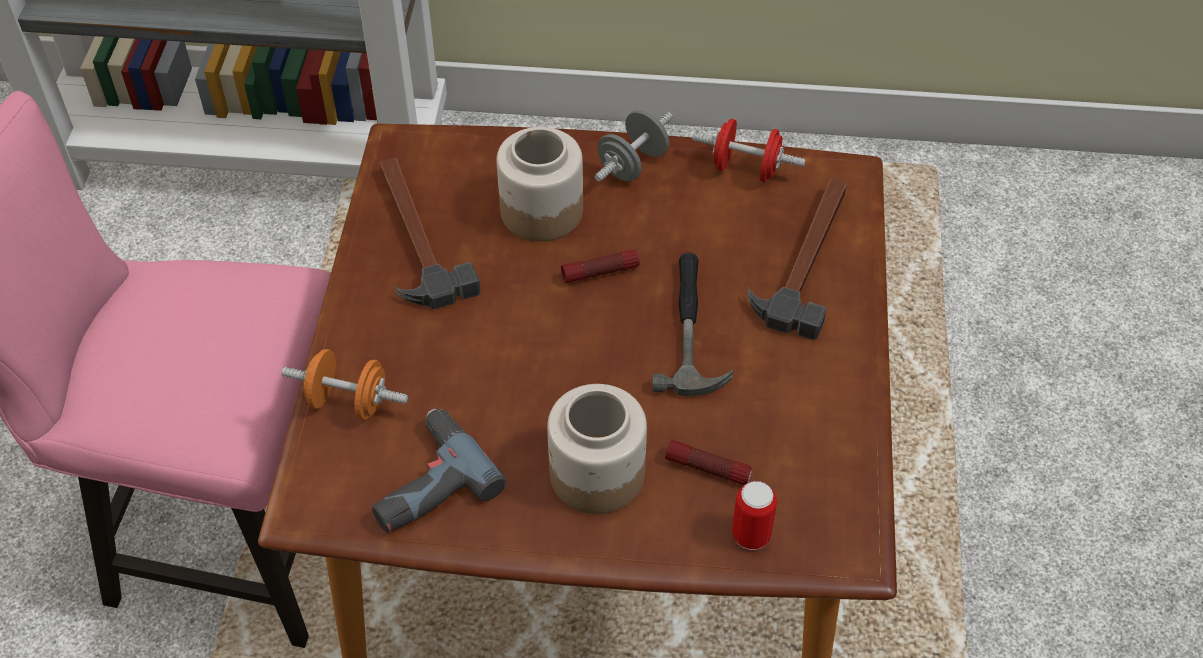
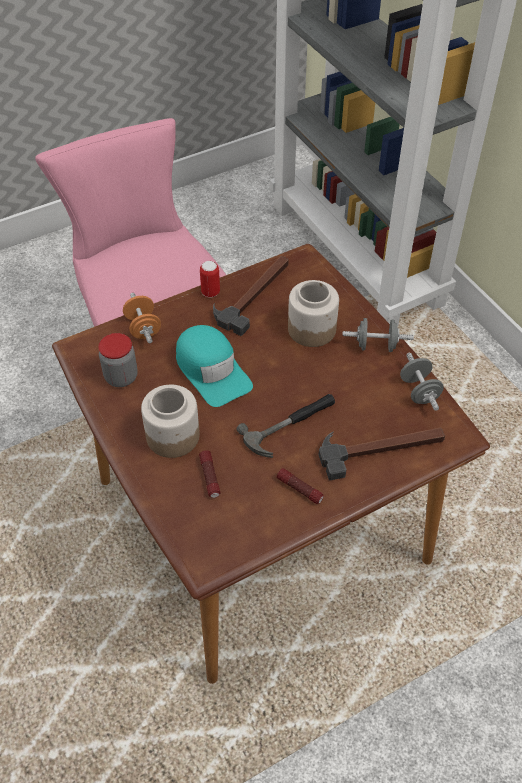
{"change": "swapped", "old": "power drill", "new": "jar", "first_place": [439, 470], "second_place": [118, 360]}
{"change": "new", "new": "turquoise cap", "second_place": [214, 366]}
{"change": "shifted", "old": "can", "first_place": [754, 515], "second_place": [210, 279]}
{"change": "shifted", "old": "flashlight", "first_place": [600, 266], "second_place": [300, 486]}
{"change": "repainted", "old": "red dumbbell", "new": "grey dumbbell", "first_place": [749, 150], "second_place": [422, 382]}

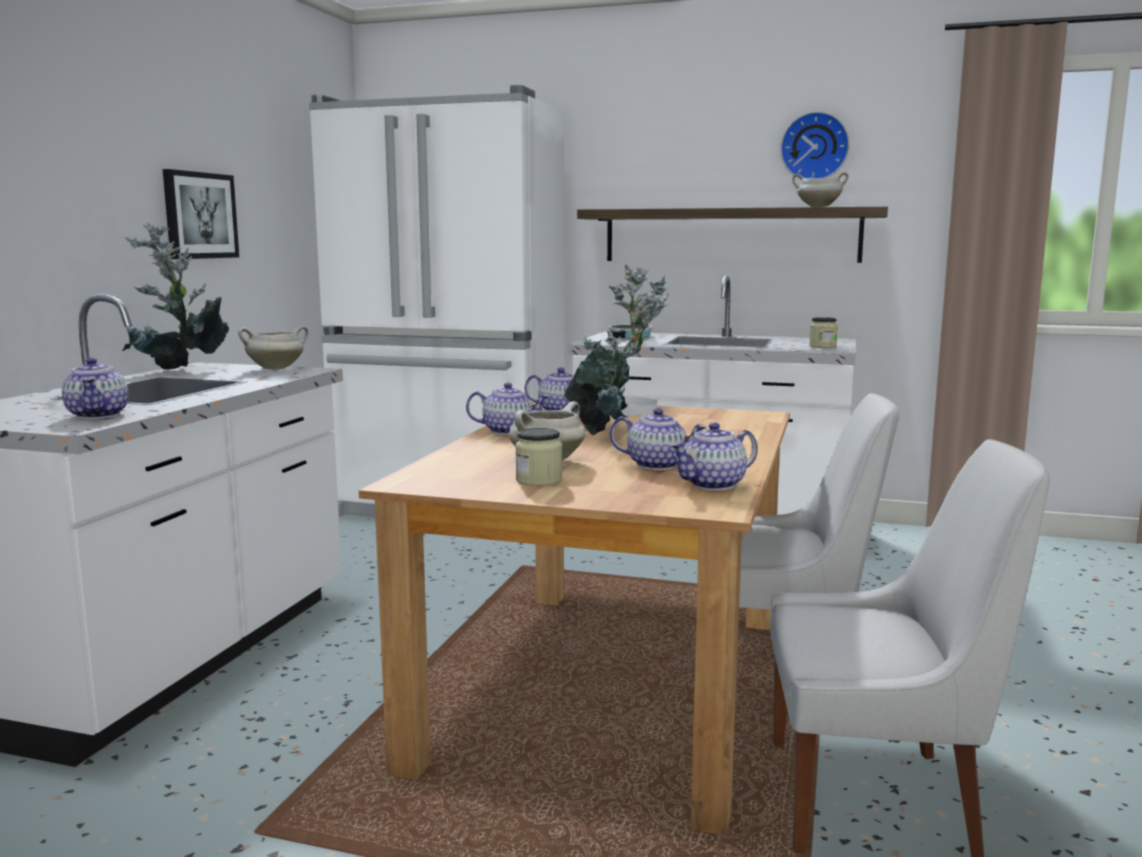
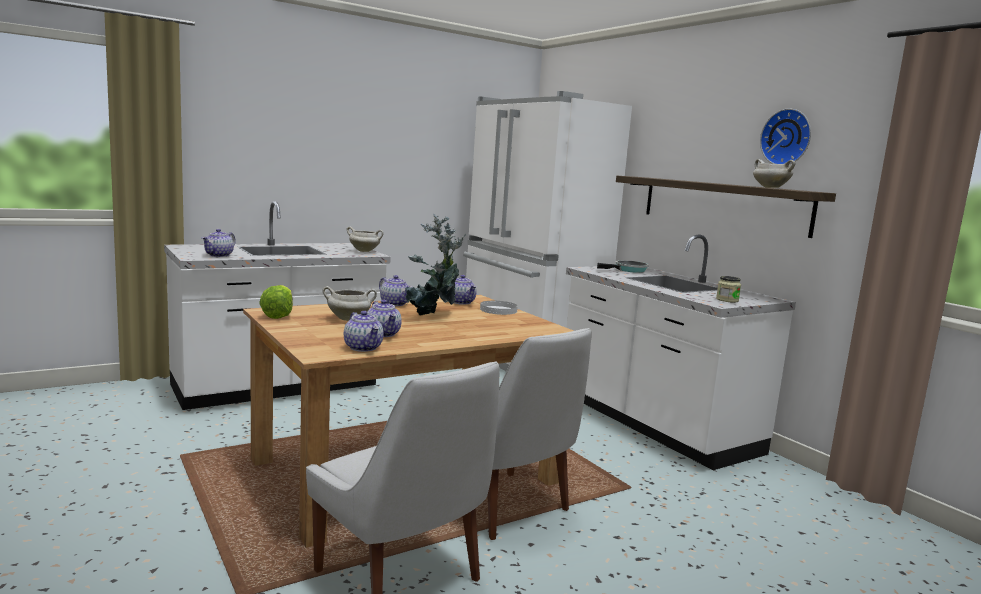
{"change": "new", "new": "lettuce", "second_place": [276, 302]}
{"change": "rotated", "old": "teapot", "first_place": [713, 456], "second_place": [364, 331], "degrees": -135}
{"change": "gone", "old": "potted plant", "first_place": [175, 296]}
{"change": "gone", "old": "picture", "first_place": [201, 214]}
{"change": "gone", "old": "jar", "first_place": [538, 457]}

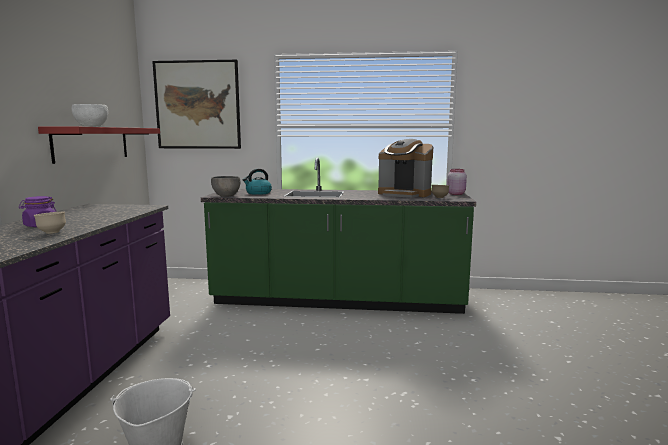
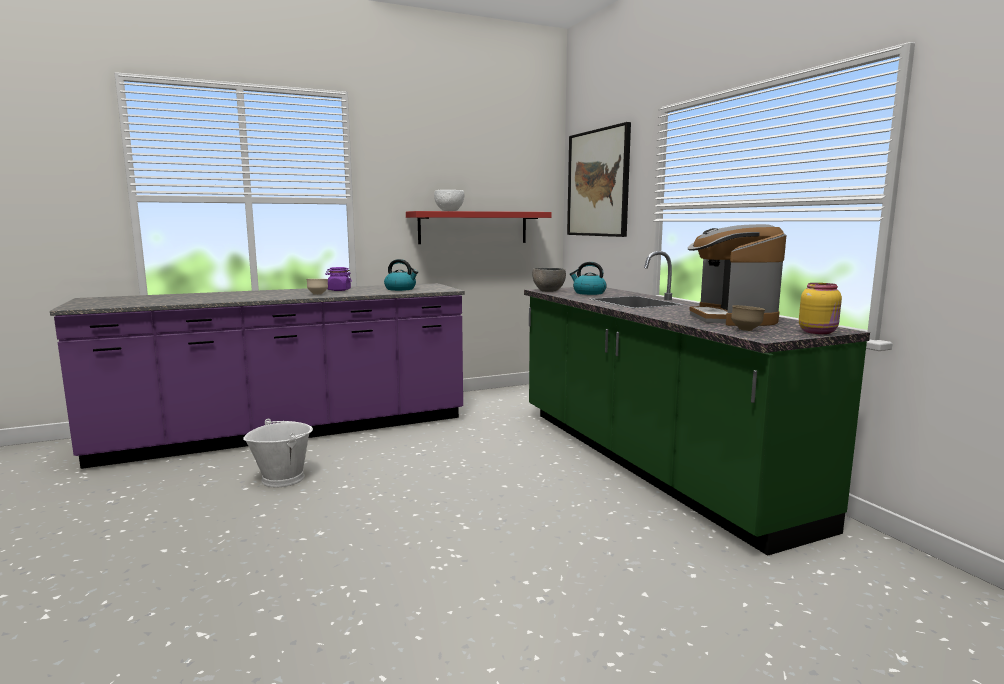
{"change": "new", "new": "kettle", "second_place": [401, 275]}
{"change": "repainted", "old": "pink jar", "new": "yellow jar", "first_place": [457, 182], "second_place": [820, 308]}

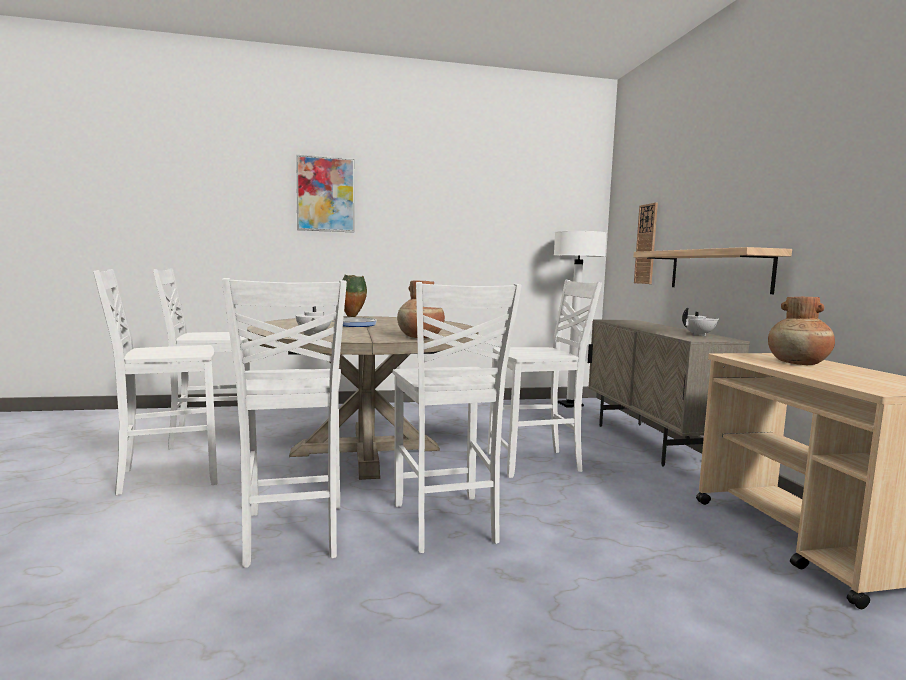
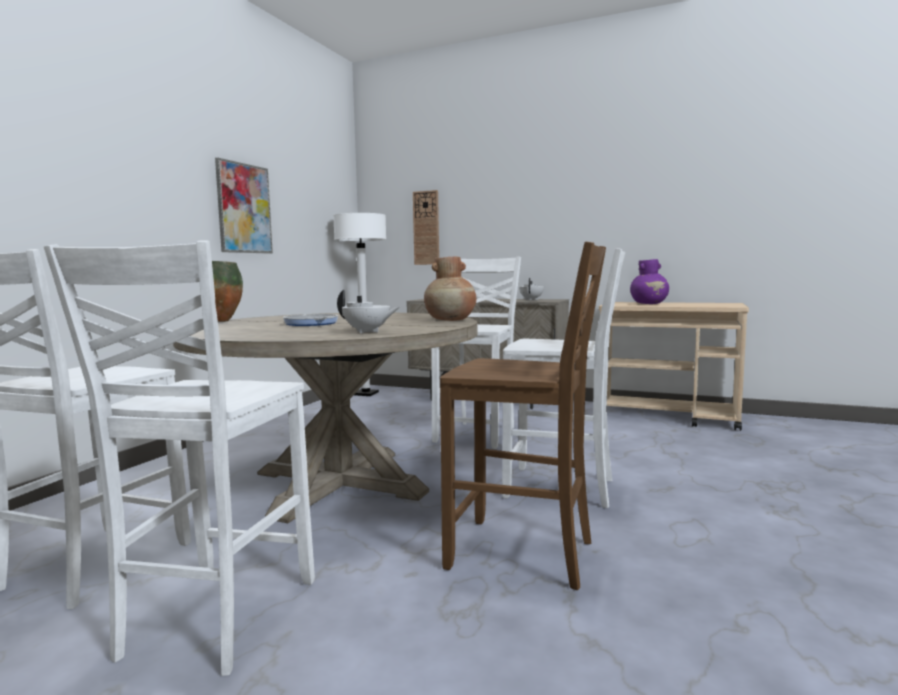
{"change": "shifted", "old": "picture", "first_place": [325, 194], "second_place": [244, 206]}
{"change": "repainted", "old": "white chair", "new": "brown chair", "first_place": [284, 423], "second_place": [523, 416]}
{"change": "repainted", "old": "brown vase", "new": "purple vase", "first_place": [801, 331], "second_place": [649, 281]}
{"change": "gone", "old": "shelf", "first_place": [712, 270]}

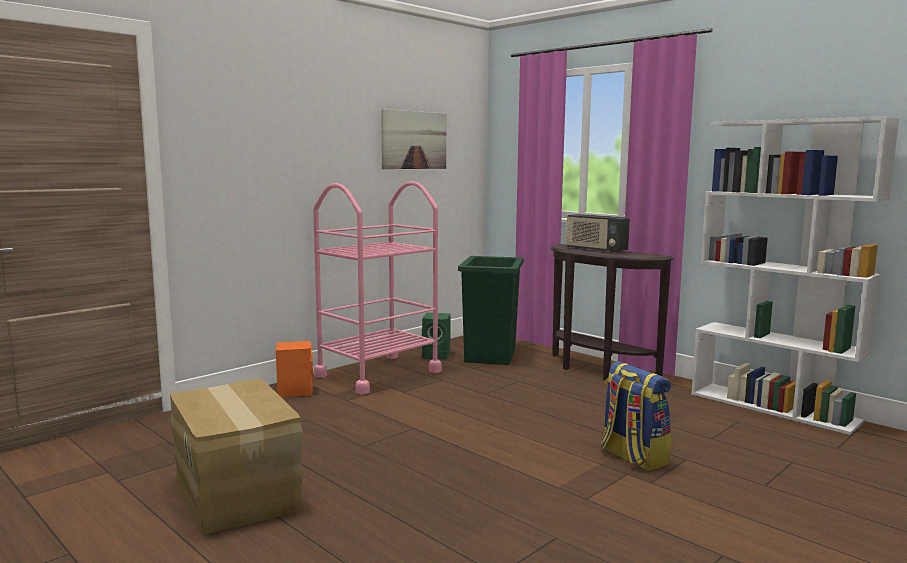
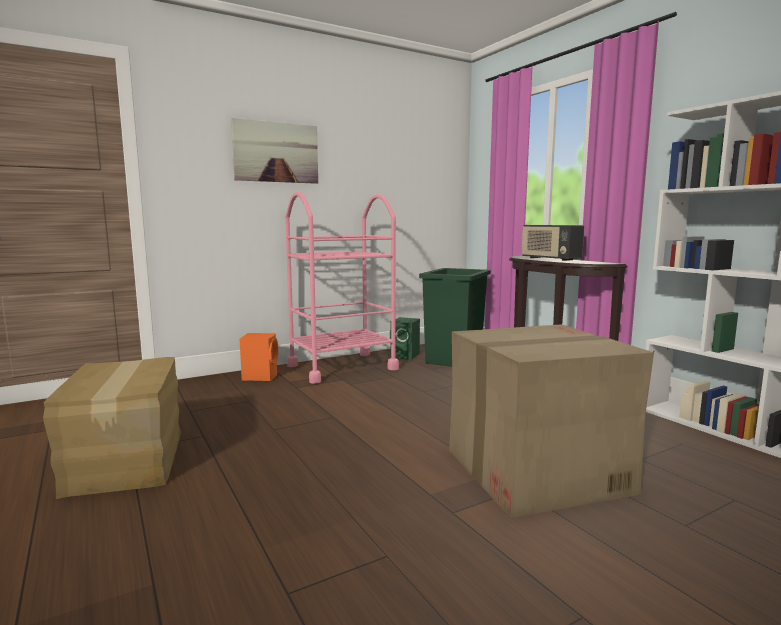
{"change": "shifted", "old": "picture", "first_place": [413, 139], "second_place": [274, 151]}
{"change": "swapped", "old": "backpack", "new": "cardboard box", "first_place": [636, 416], "second_place": [551, 421]}

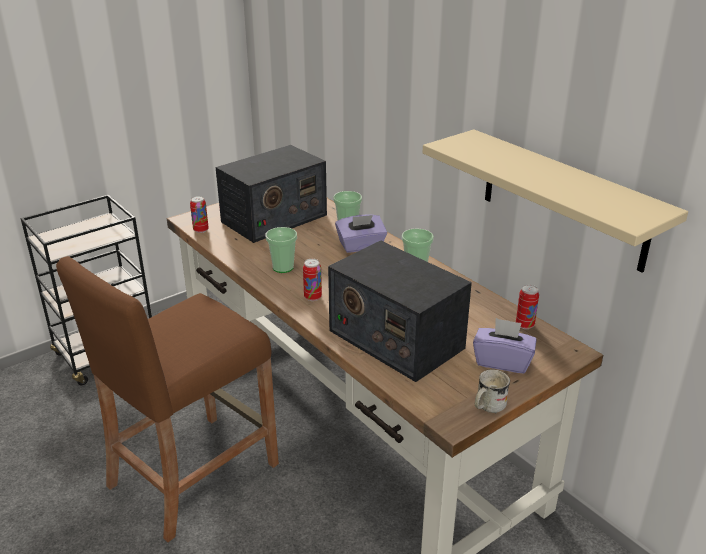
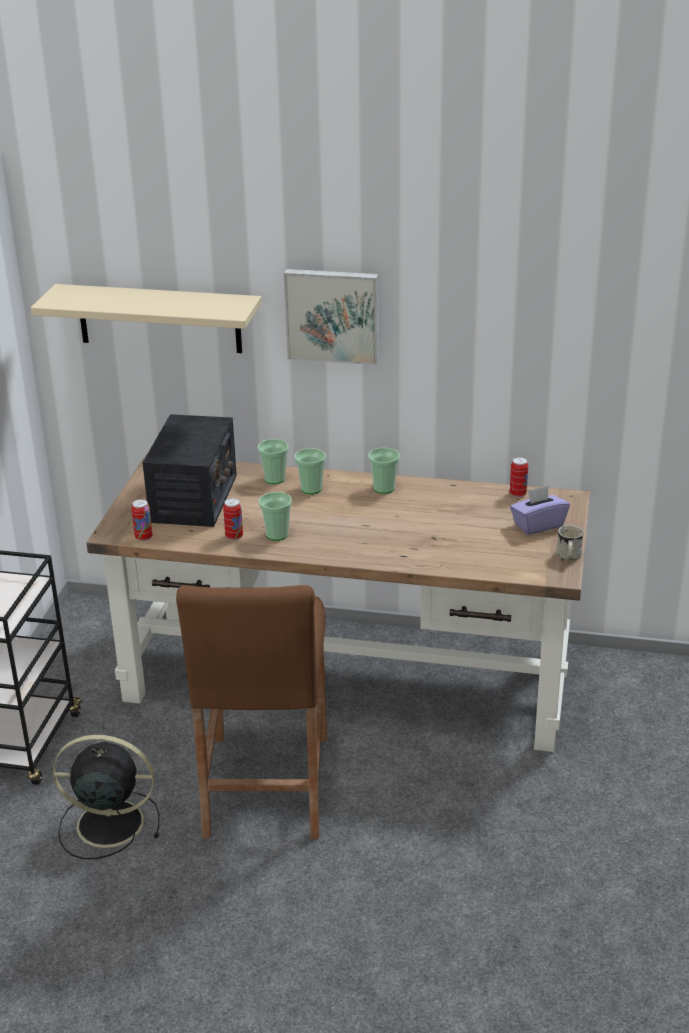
{"change": "shifted", "old": "beige shelf", "first_place": [555, 201], "second_place": [146, 318]}
{"change": "new", "new": "black fan", "second_place": [106, 797]}
{"change": "shifted", "old": "can", "first_place": [312, 280], "second_place": [233, 519]}
{"change": "new", "new": "picture", "second_place": [331, 317]}
{"change": "swapped", "old": "purple tissue box", "new": "cup", "first_place": [361, 233], "second_place": [310, 471]}
{"change": "gone", "old": "radio", "first_place": [400, 311]}

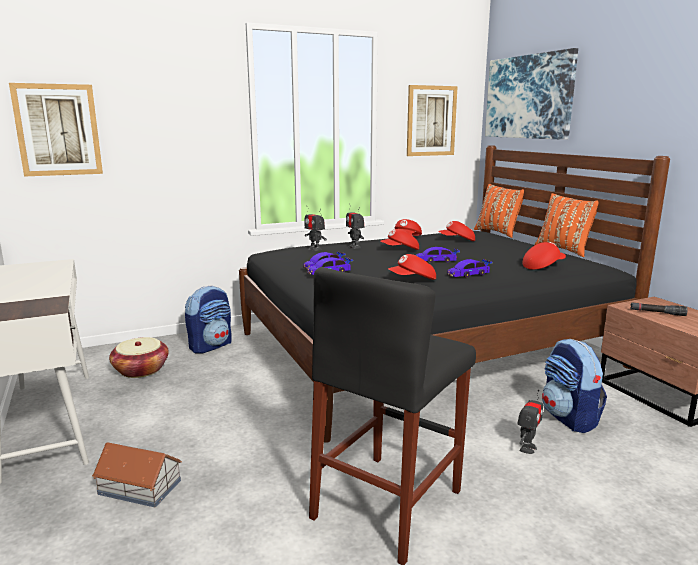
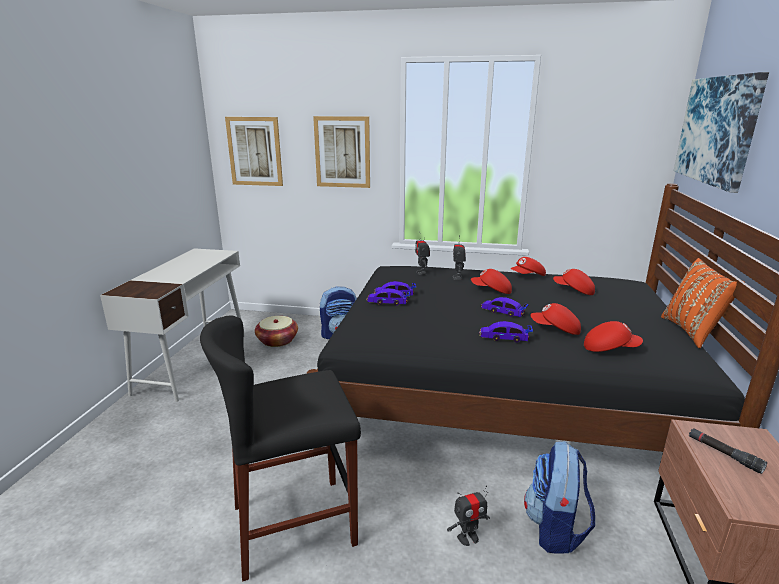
{"change": "shifted", "old": "picture", "first_place": [432, 120], "second_place": [341, 152]}
{"change": "shifted", "old": "red cap", "first_place": [412, 267], "second_place": [555, 319]}
{"change": "gone", "old": "toy house", "first_place": [137, 474]}
{"change": "gone", "old": "orange pillow", "first_place": [499, 211]}

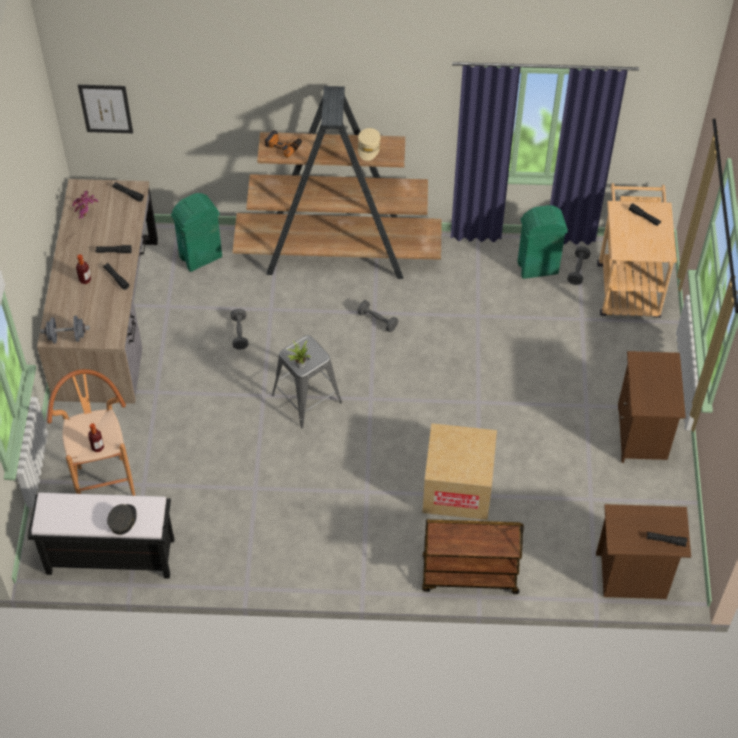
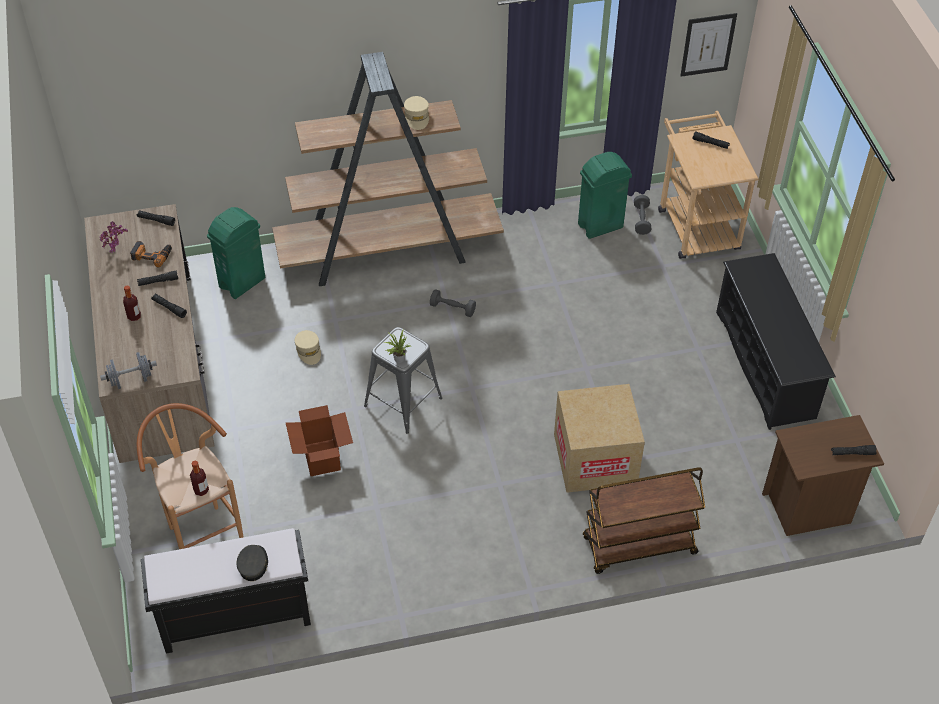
{"change": "shifted", "old": "power drill", "first_place": [283, 144], "second_place": [151, 254]}
{"change": "new", "new": "cardboard box", "second_place": [319, 440]}
{"change": "swapped", "old": "grey dumbbell", "new": "beige cap", "first_place": [239, 329], "second_place": [308, 347]}
{"change": "shifted", "old": "picture", "first_place": [105, 109], "second_place": [708, 45]}
{"change": "swapped", "old": "brown nightstand", "new": "black shoe rack", "first_place": [652, 407], "second_place": [776, 341]}

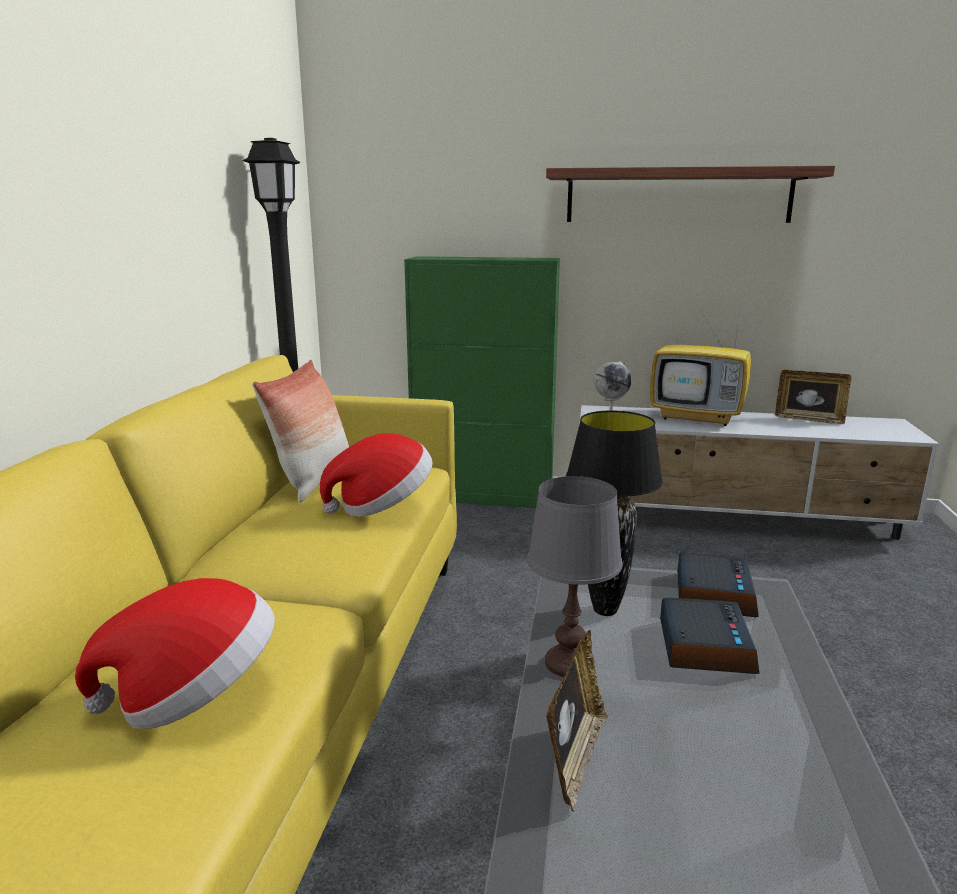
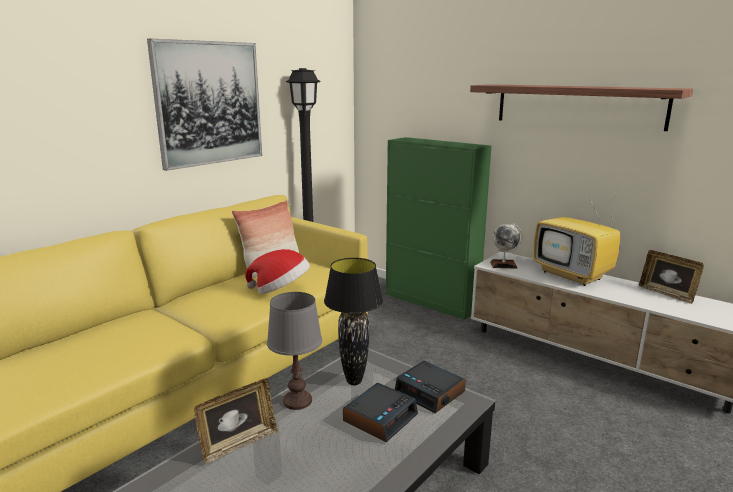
{"change": "new", "new": "picture", "second_place": [204, 105]}
{"change": "rotated", "old": "alarm clock", "first_place": [718, 584], "second_place": [430, 387], "degrees": 90}
{"change": "gone", "old": "hat", "first_place": [175, 653]}

